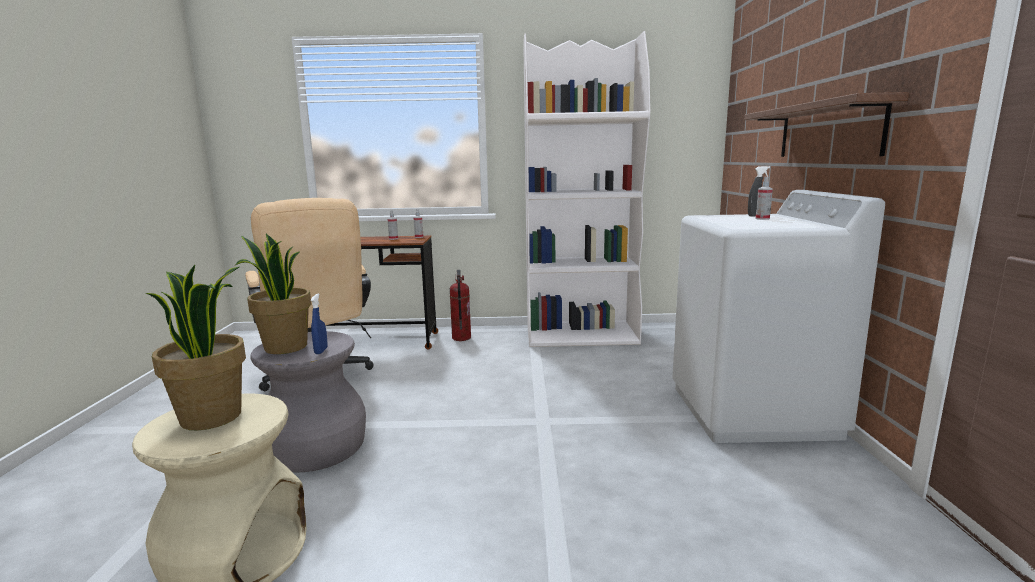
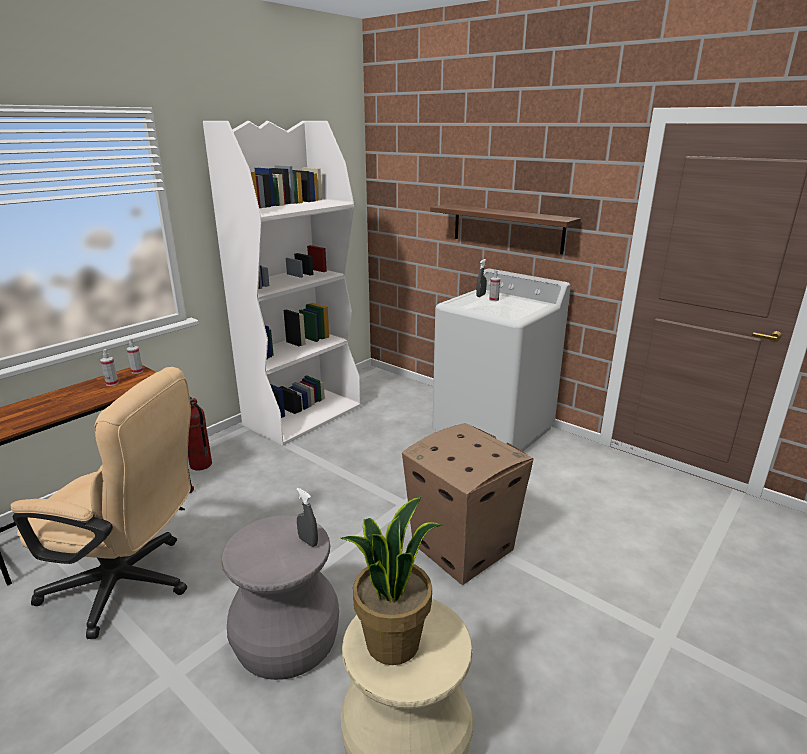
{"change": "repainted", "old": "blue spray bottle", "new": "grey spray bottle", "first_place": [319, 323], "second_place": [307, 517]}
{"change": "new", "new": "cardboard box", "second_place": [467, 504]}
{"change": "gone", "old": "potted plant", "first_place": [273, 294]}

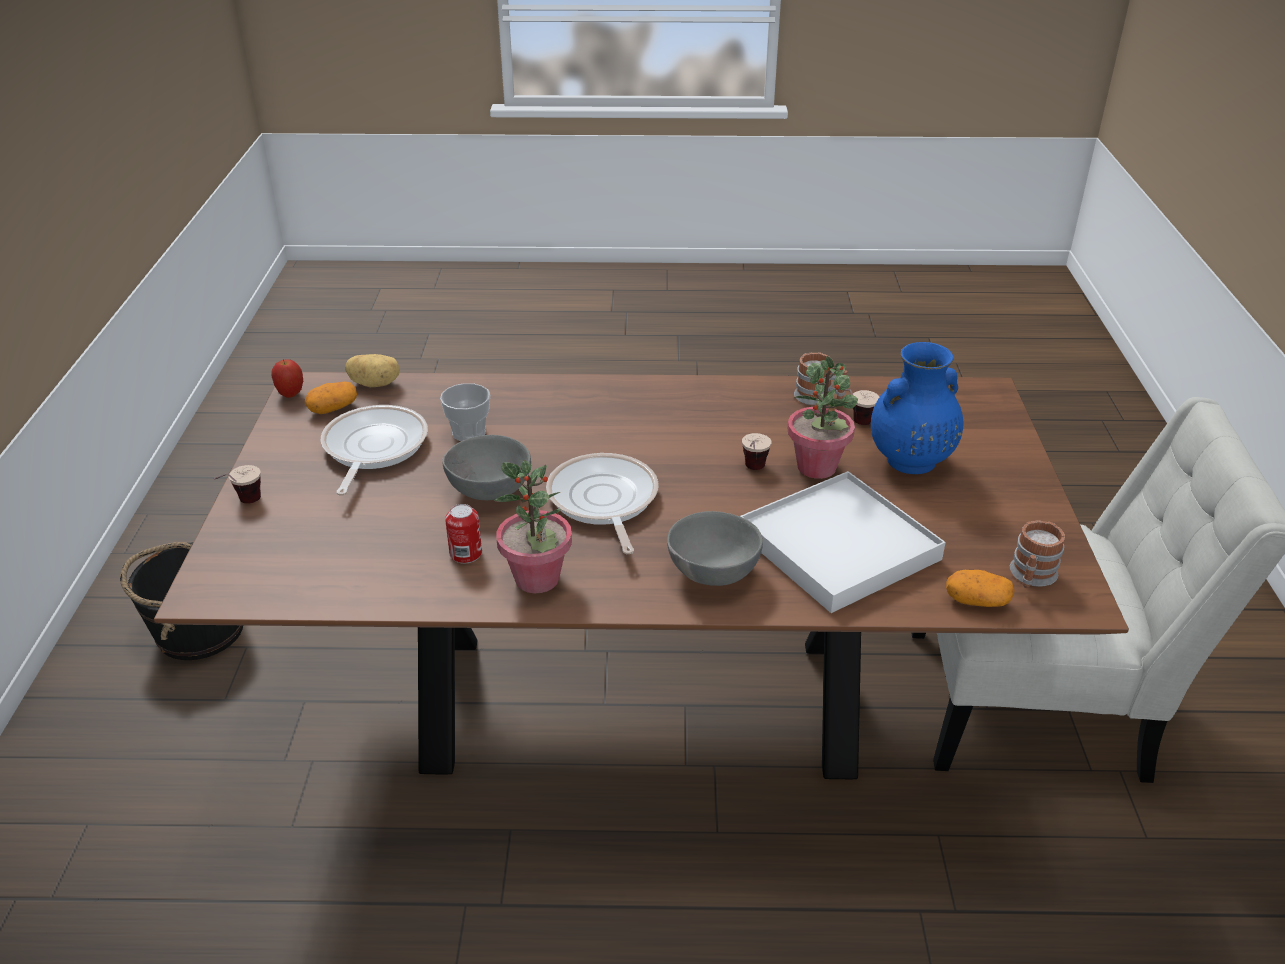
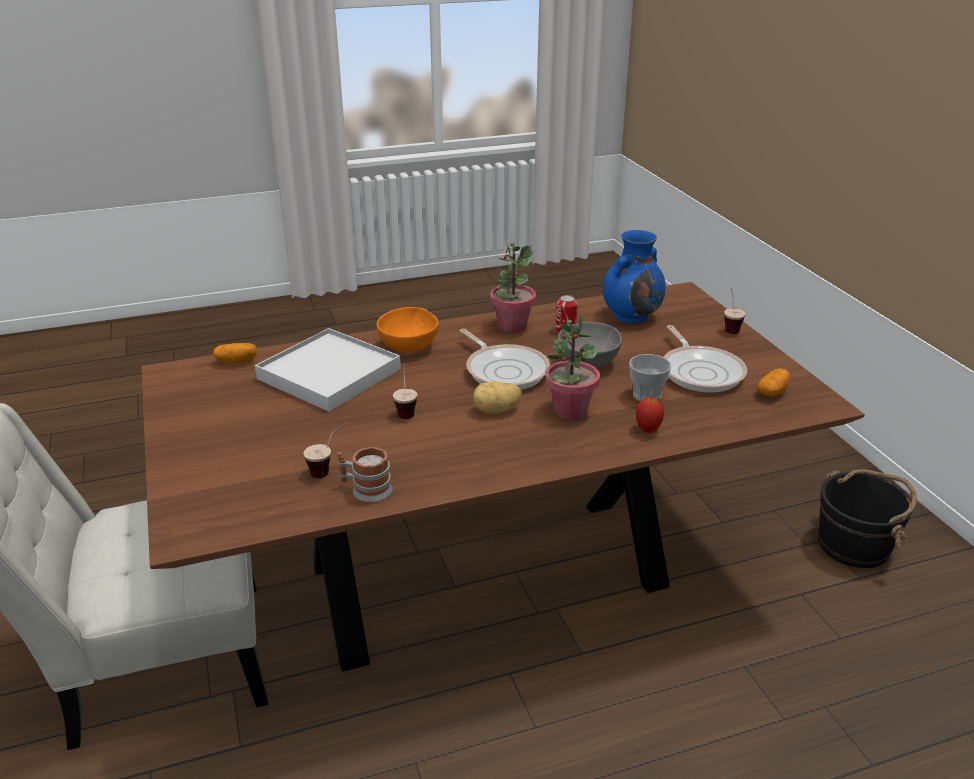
{"change": "repainted", "old": "grey bowl", "new": "orange bowl", "first_place": [715, 548], "second_place": [407, 329]}
{"change": "shifted", "old": "potato", "first_place": [372, 370], "second_place": [497, 397]}
{"change": "shifted", "old": "potted plant", "first_place": [822, 417], "second_place": [572, 366]}
{"change": "shifted", "old": "blue vase", "first_place": [917, 408], "second_place": [634, 277]}
{"change": "shifted", "old": "apple", "first_place": [287, 378], "second_place": [650, 415]}
{"change": "gone", "old": "mug", "first_place": [1037, 554]}

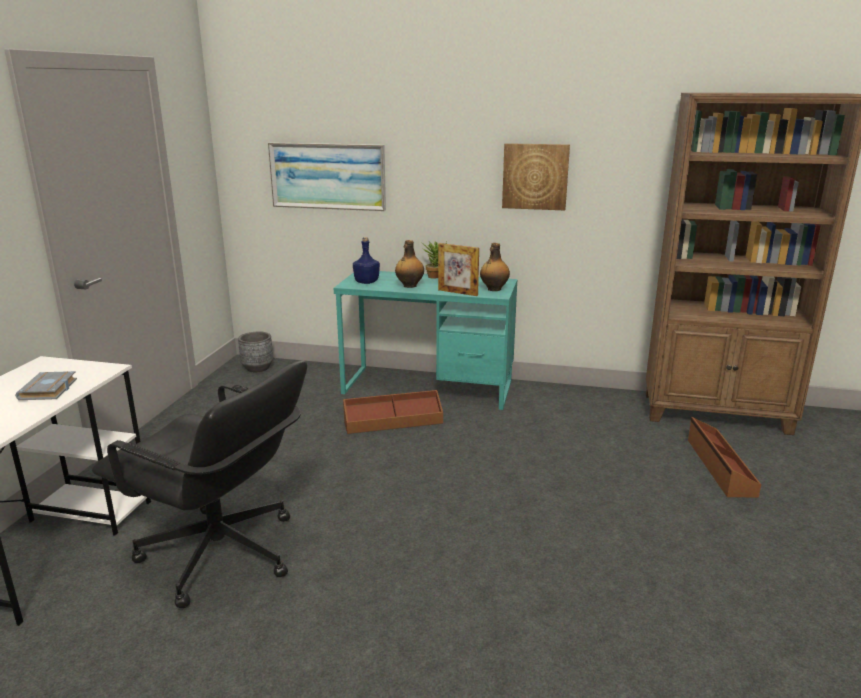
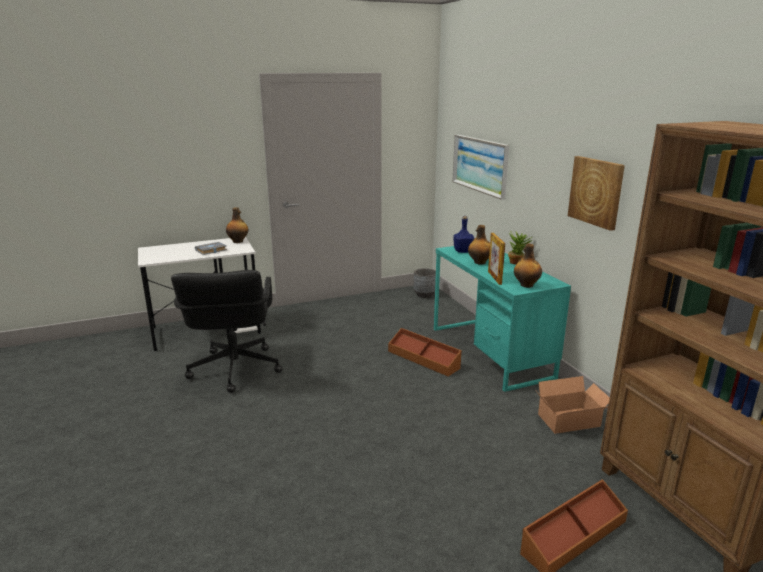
{"change": "new", "new": "bottle", "second_place": [237, 225]}
{"change": "new", "new": "cardboard box", "second_place": [573, 405]}

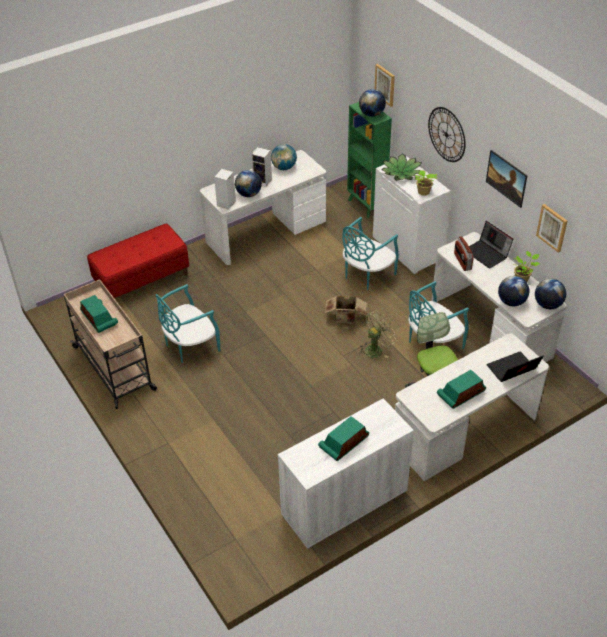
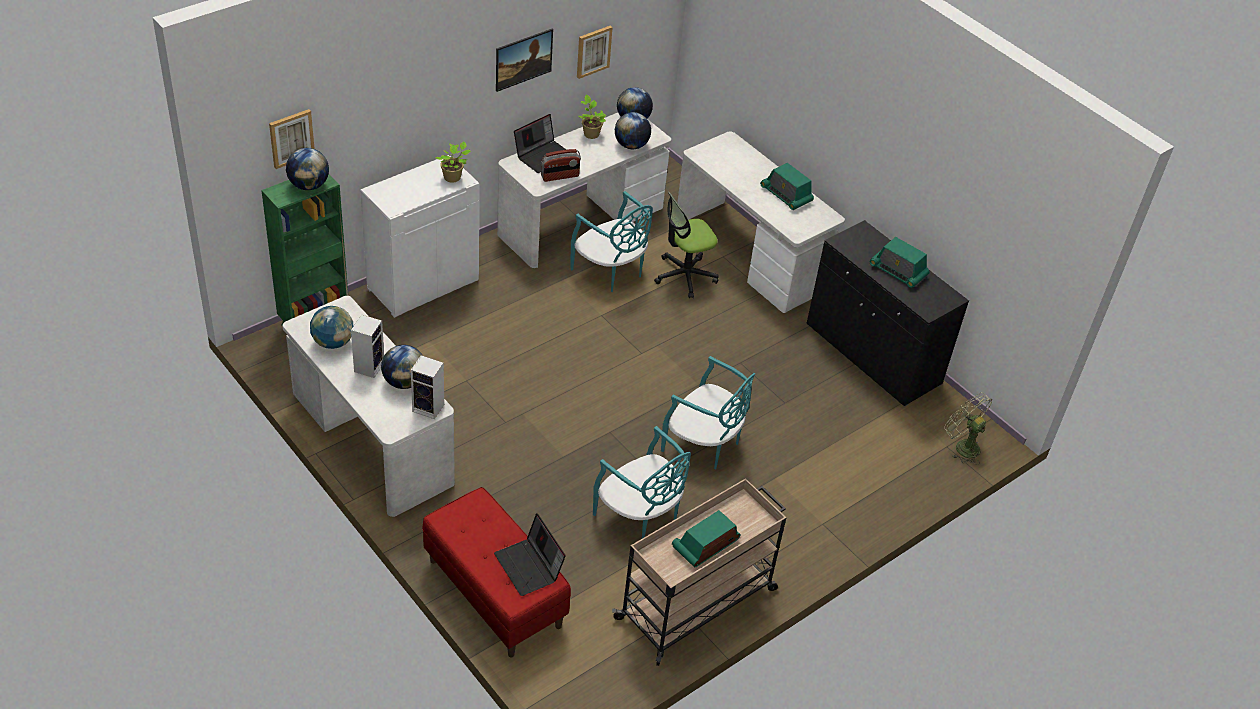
{"change": "shifted", "old": "laptop", "first_place": [515, 366], "second_place": [530, 554]}
{"change": "shifted", "old": "turquoise chair", "first_place": [371, 253], "second_place": [708, 413]}
{"change": "repainted", "old": "white cabinet", "new": "black cabinet", "first_place": [346, 473], "second_place": [887, 313]}
{"change": "shifted", "old": "green fan", "first_place": [378, 334], "second_place": [968, 428]}
{"change": "gone", "old": "cardboard box", "first_place": [346, 310]}
{"change": "gone", "old": "potted plant", "first_place": [402, 167]}
{"change": "gone", "old": "wall clock", "first_place": [447, 134]}

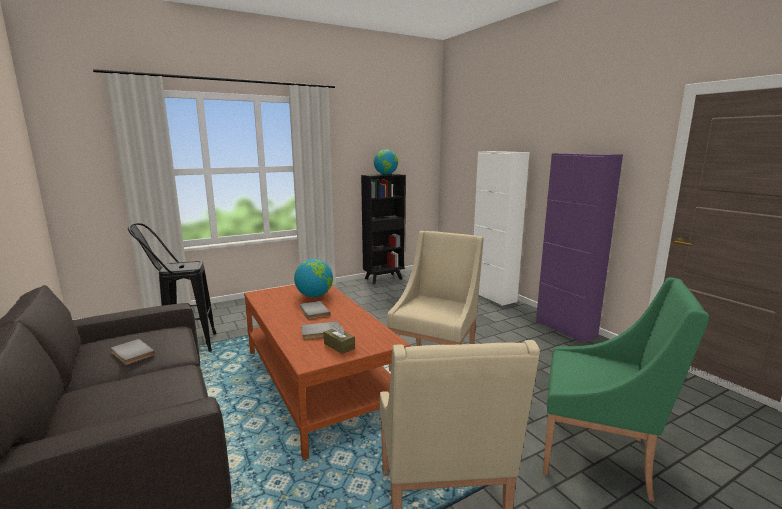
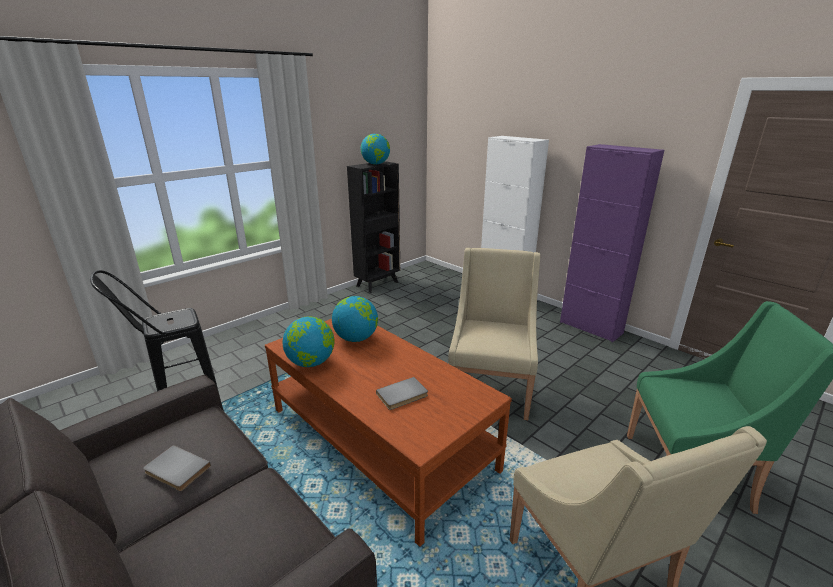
{"change": "new", "new": "globe", "second_place": [308, 342]}
{"change": "gone", "old": "grey book", "first_place": [315, 310]}
{"change": "gone", "old": "brown tissue box", "first_place": [339, 338]}

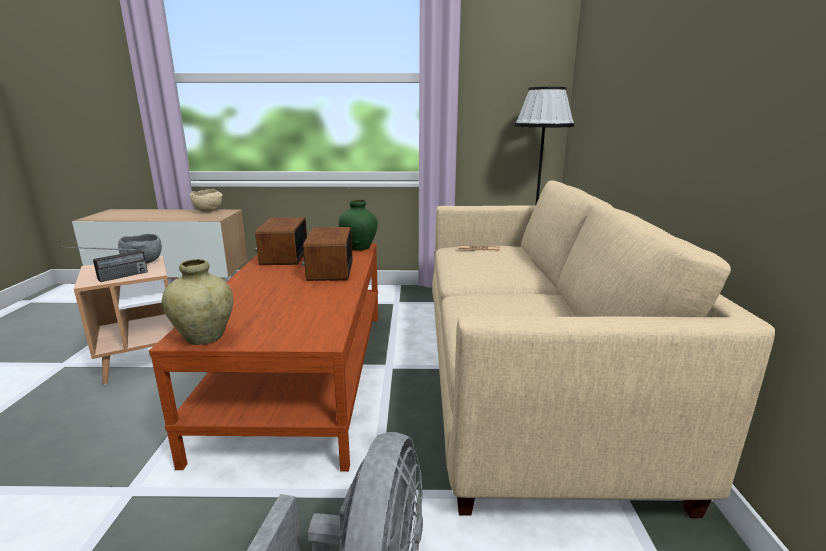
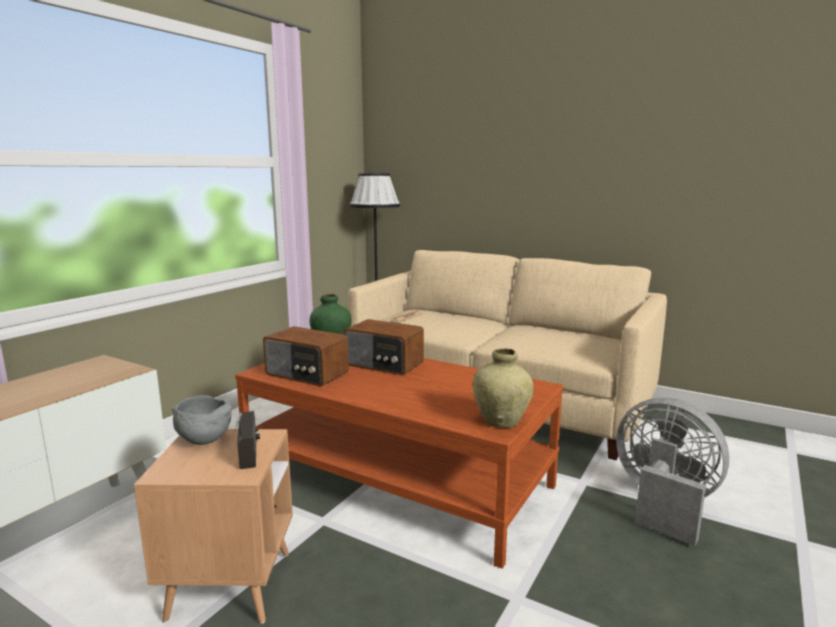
{"change": "gone", "old": "beige bowl", "first_place": [206, 200]}

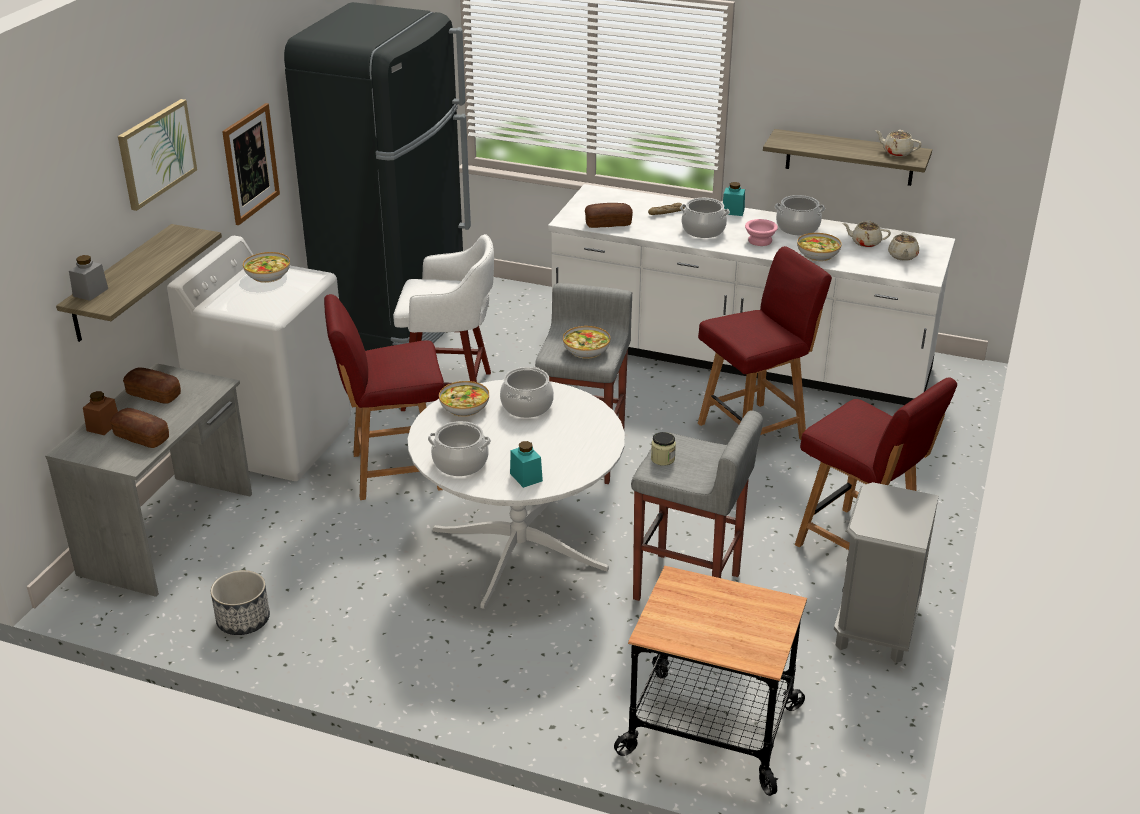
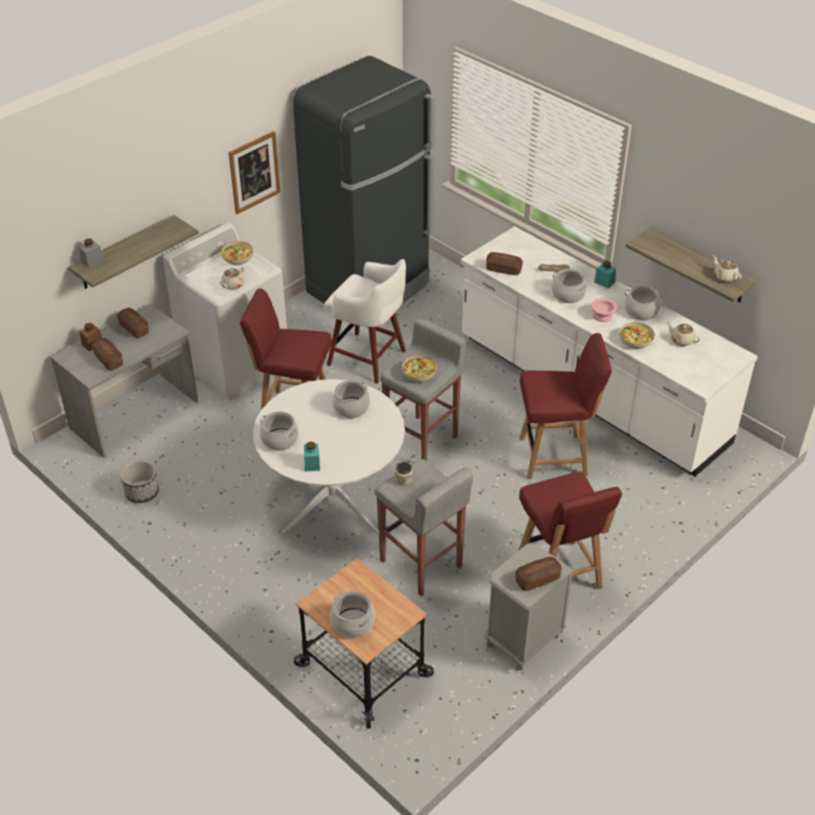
{"change": "shifted", "old": "beige teapot", "first_place": [903, 246], "second_place": [232, 278]}
{"change": "new", "new": "cooking pot", "second_place": [352, 614]}
{"change": "new", "new": "bread", "second_place": [538, 574]}
{"change": "gone", "old": "picture", "first_place": [157, 155]}
{"change": "gone", "old": "bowl", "first_place": [464, 399]}

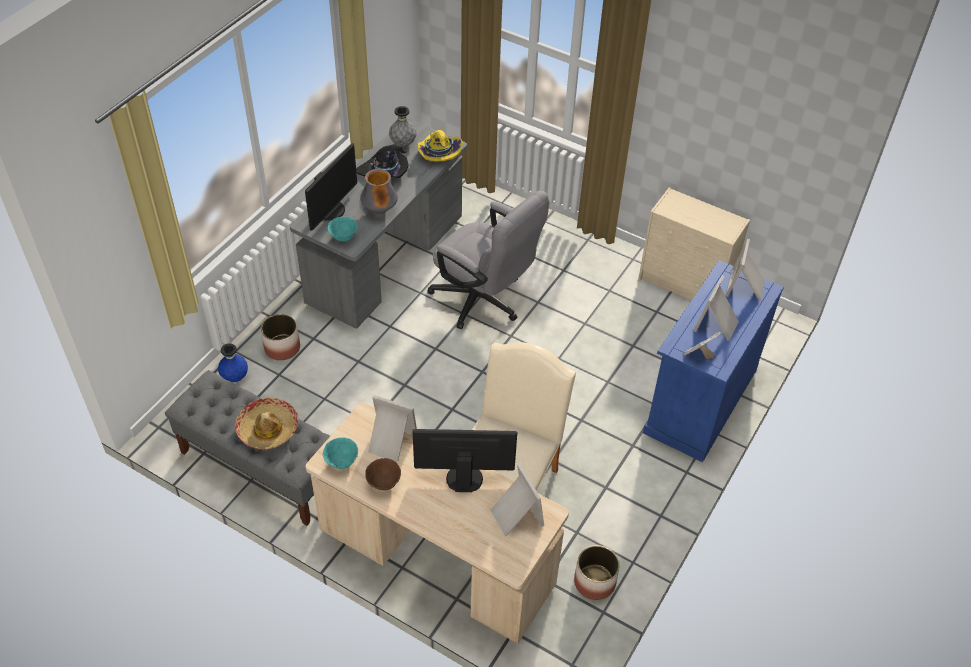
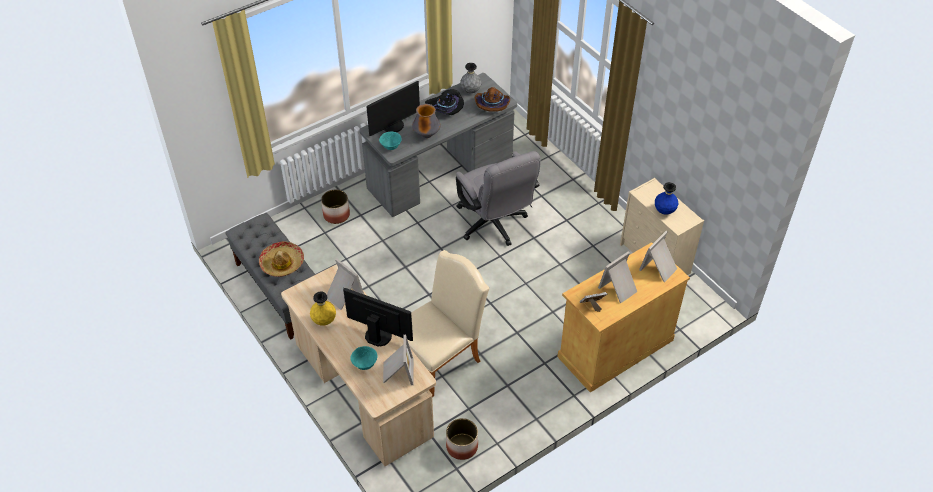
{"change": "swapped", "old": "brown bowl", "new": "yellow vase", "first_place": [383, 474], "second_place": [323, 309]}
{"change": "shifted", "old": "turquoise bowl", "first_place": [340, 453], "second_place": [363, 358]}
{"change": "repainted", "old": "yellow hat", "new": "brown hat", "first_place": [440, 146], "second_place": [492, 99]}
{"change": "repainted", "old": "blue cabinet", "new": "beige cabinet", "first_place": [713, 361], "second_place": [623, 317]}
{"change": "shifted", "old": "blue vase", "first_place": [233, 362], "second_place": [666, 198]}

